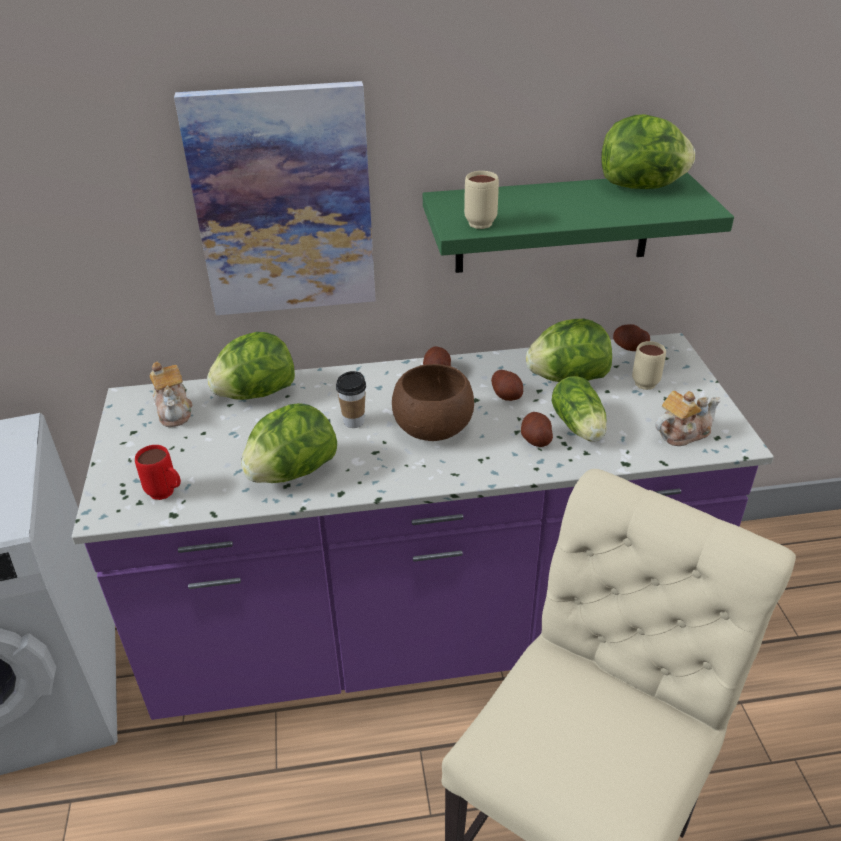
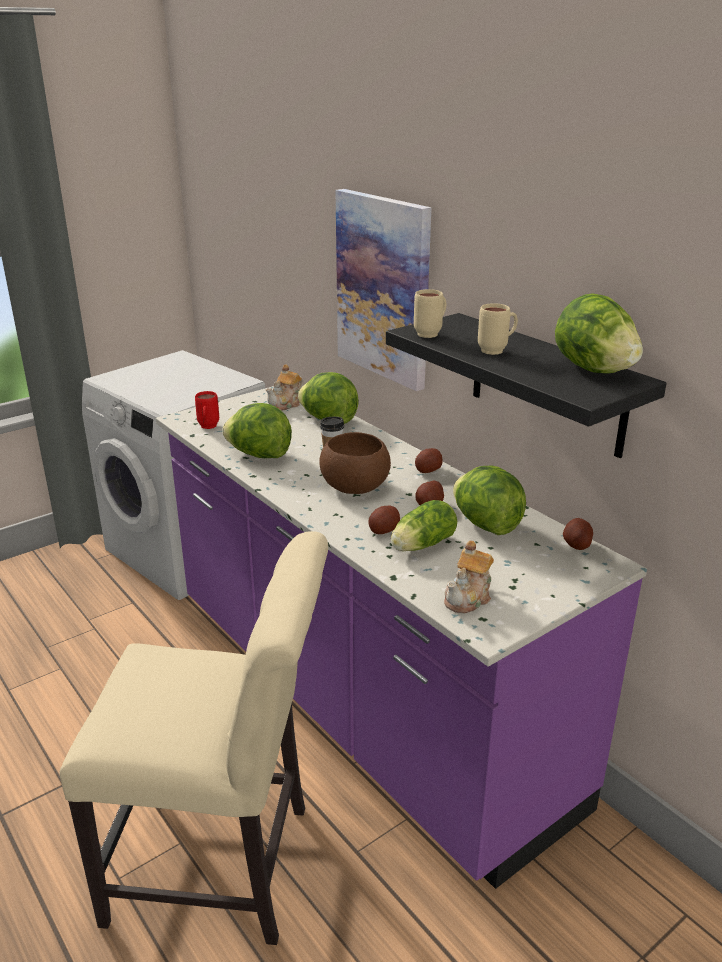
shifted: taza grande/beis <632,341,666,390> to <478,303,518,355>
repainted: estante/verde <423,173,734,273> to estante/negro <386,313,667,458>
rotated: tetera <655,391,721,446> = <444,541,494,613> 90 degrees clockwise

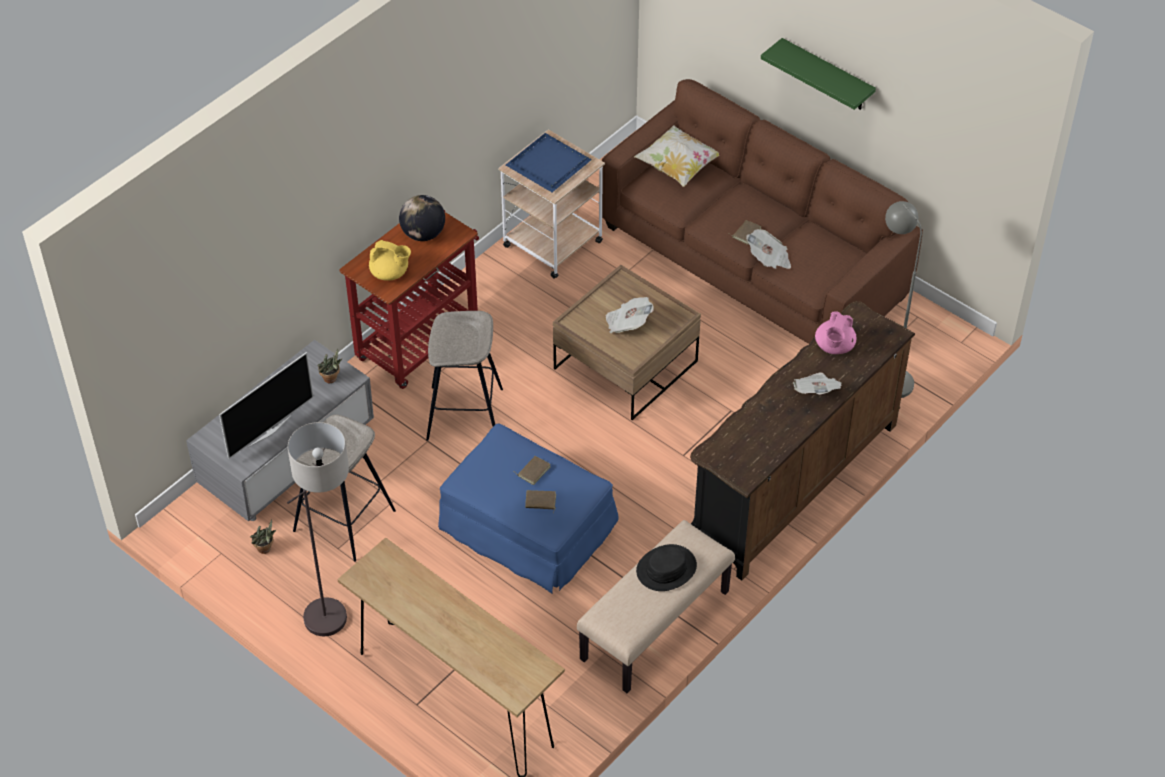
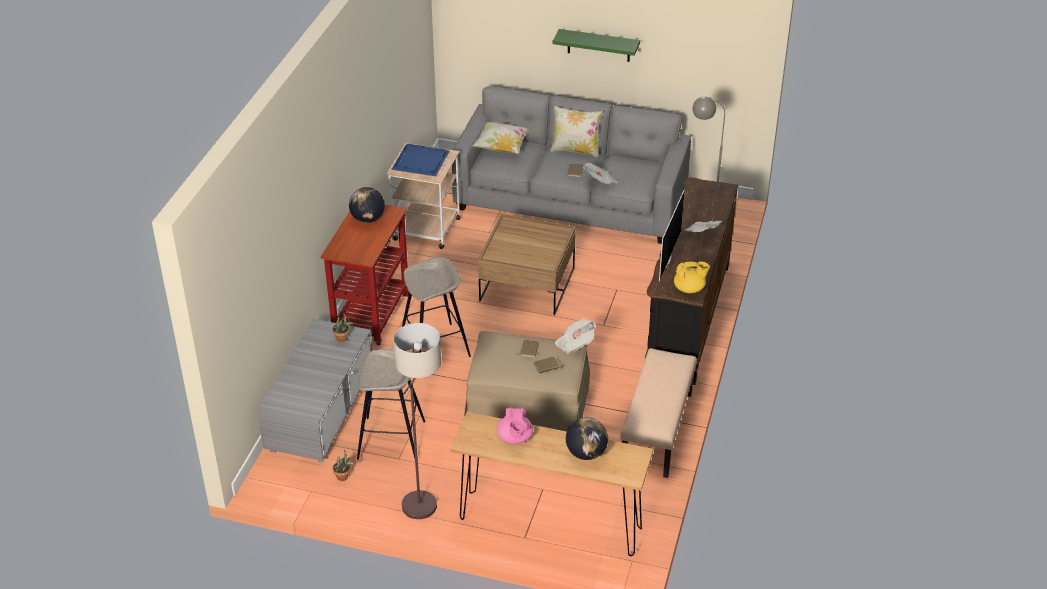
gone: sombrero/negro <636,544,697,591>
new: cojín <551,106,602,158>; globo terráqueo <566,417,608,460>
shifted: tetera/amarillo <369,240,411,281> to <674,262,710,293>; periódico <606,297,654,333> to <555,318,596,354>; tetera/rosa <815,311,856,354> to <497,407,533,444>; televisor <219,352,314,459> to <659,189,685,281>
repainted: sofá/marrón <602,79,923,344> to sofá/gris <452,86,691,244>; puf/azul <438,423,619,594> to puf/beis <464,331,590,432>

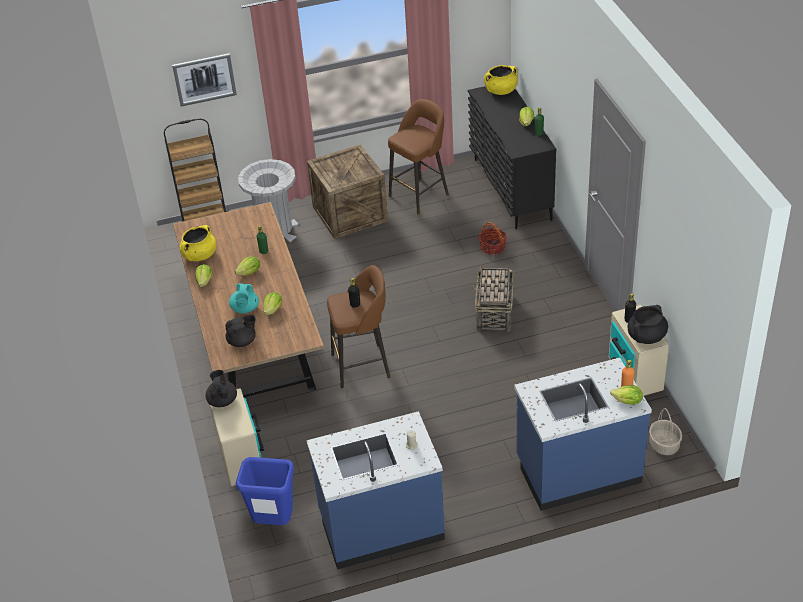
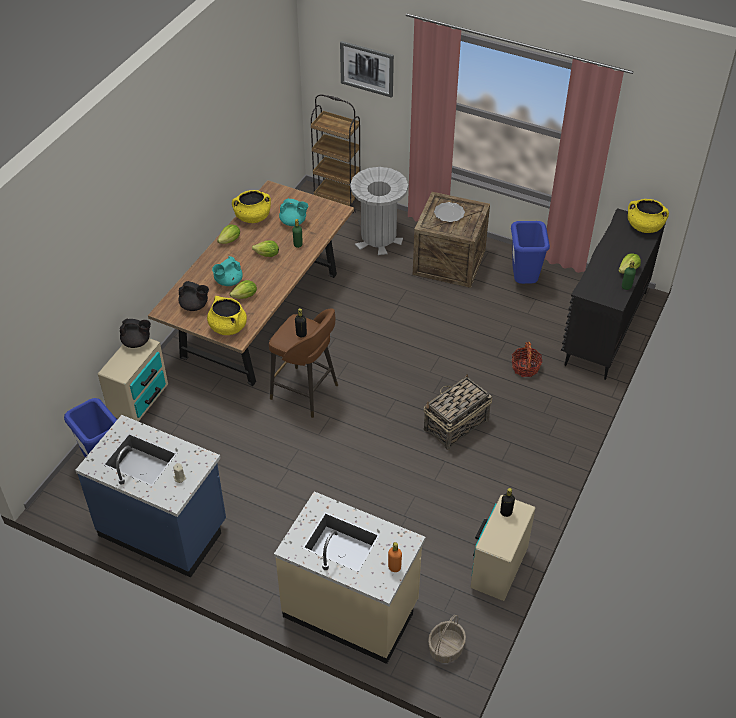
gone: olla/negro <628,305,668,344>; lechuga <610,385,643,405>
new: tetera/turquesa <279,198,308,226>; plato <434,202,465,222>; olla/amarillo <207,296,247,335>
swapped: taburete/marrón <388,99,449,214> to papelera/azul <511,221,550,284>
repainted: mueble bajo de cocina/azul <514,358,652,511> to mueble bajo de cocina/beis <274,491,426,664>
rotated: tetera/negro <206,370,237,407> = <120,318,151,348> 60 degrees clockwise

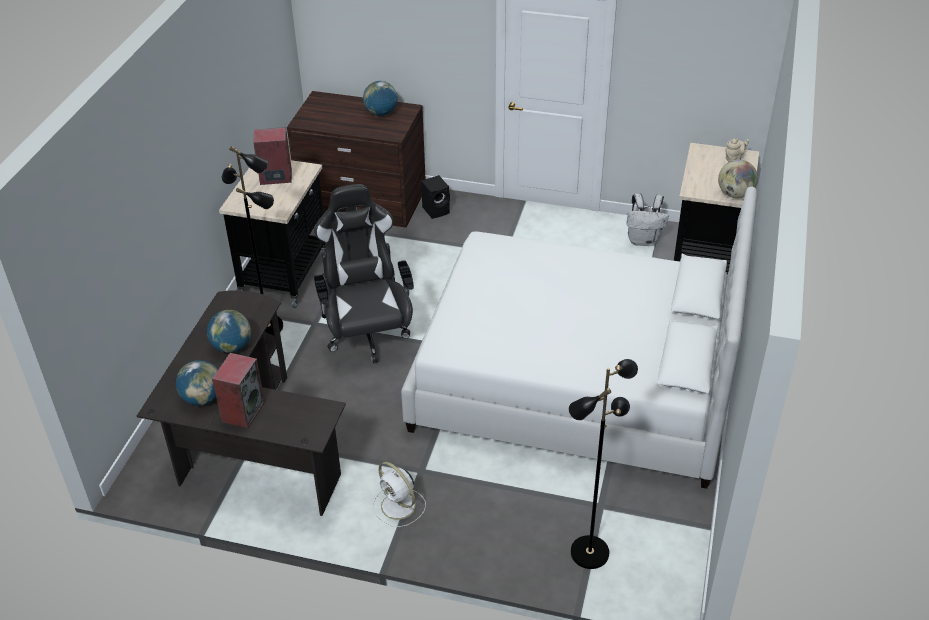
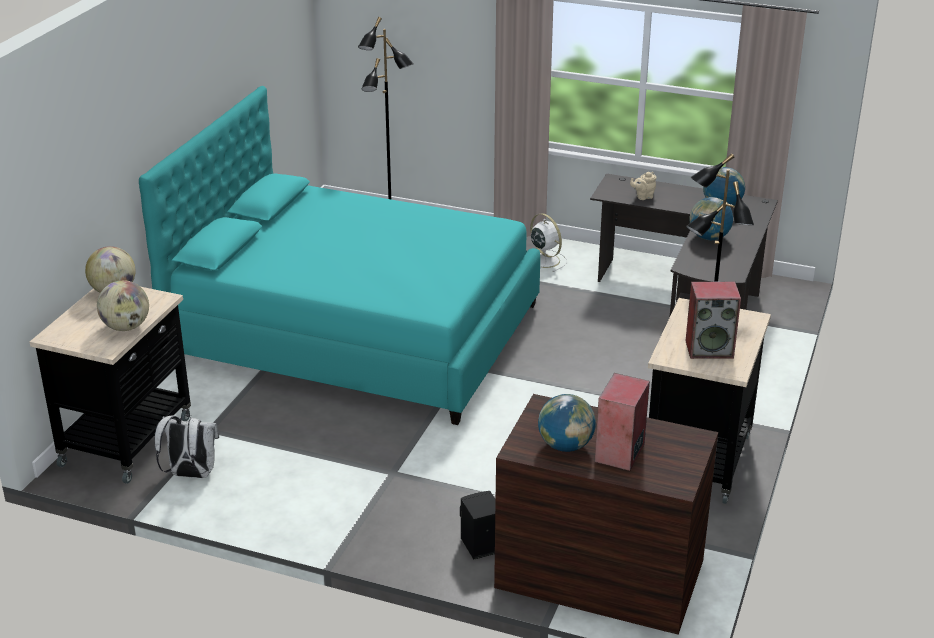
gone: silla de oficina/negro <314,184,414,363>
new: globo terráqueo <97,280,149,331>
shifted: tetera/beis <725,139,749,162> to <630,172,657,200>; altavoz <212,353,265,428> to <595,373,650,471>
repainted: cama/blanco <401,186,757,489> to cama/turquesa <139,86,540,425>

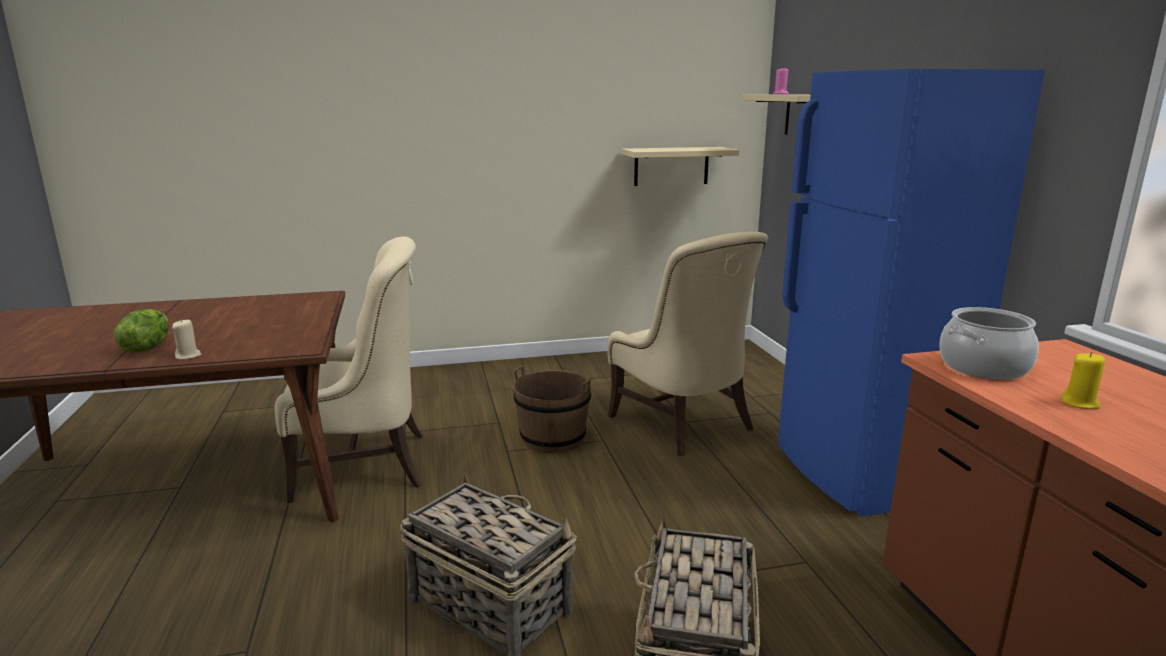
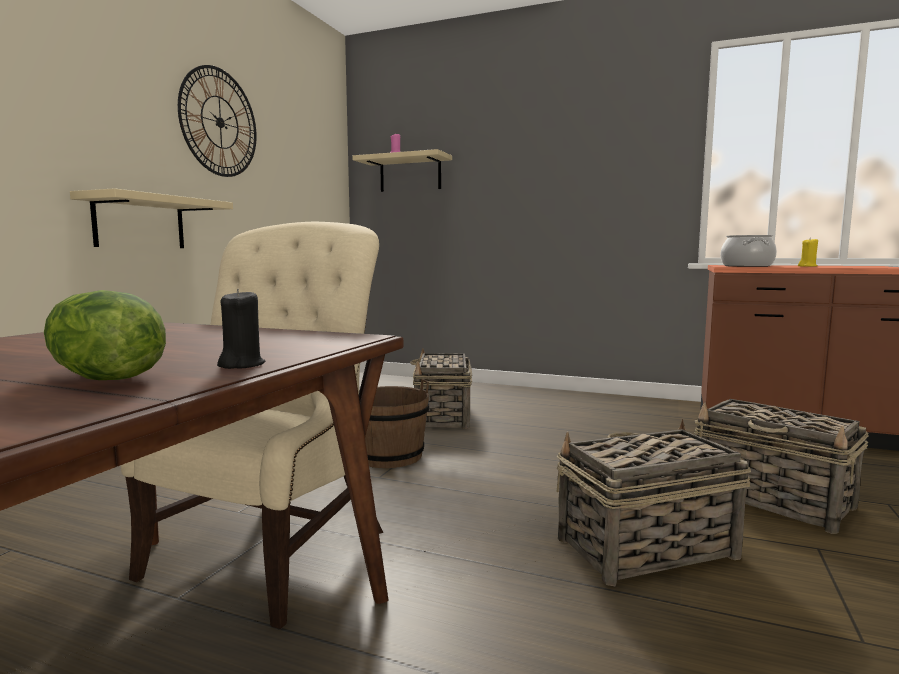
gone: nevera/azul <778,69,1045,516>
new: reloj de pared <178,65,257,177>
shifted: estante/beis <622,147,739,186> to <70,188,233,248>
swapped: silla/beis <607,232,768,456> to cesta <410,348,472,429>
repainted: vela/beis <172,319,201,360> to vela/negro <217,289,265,369>

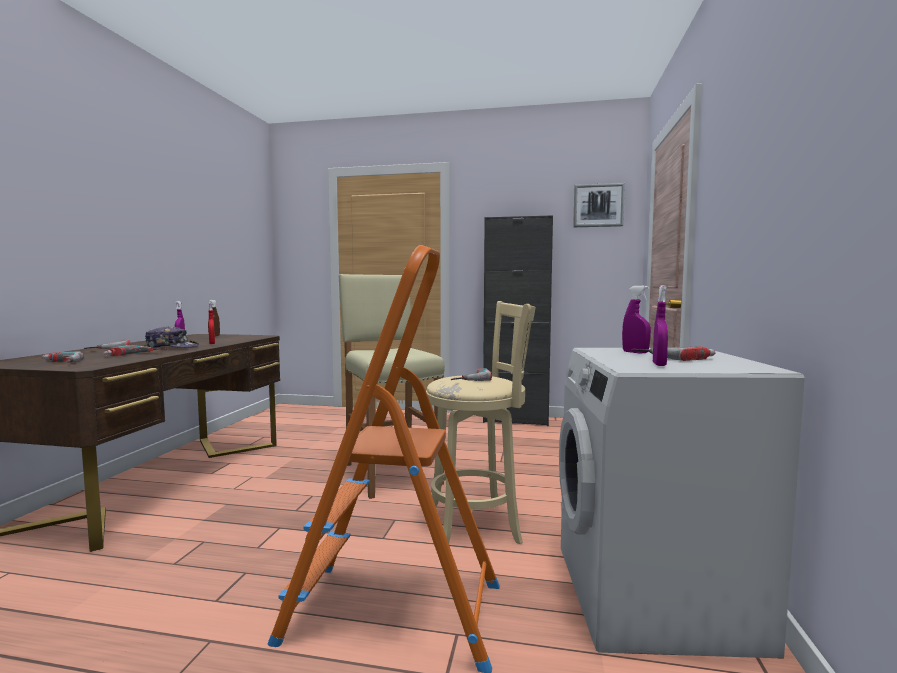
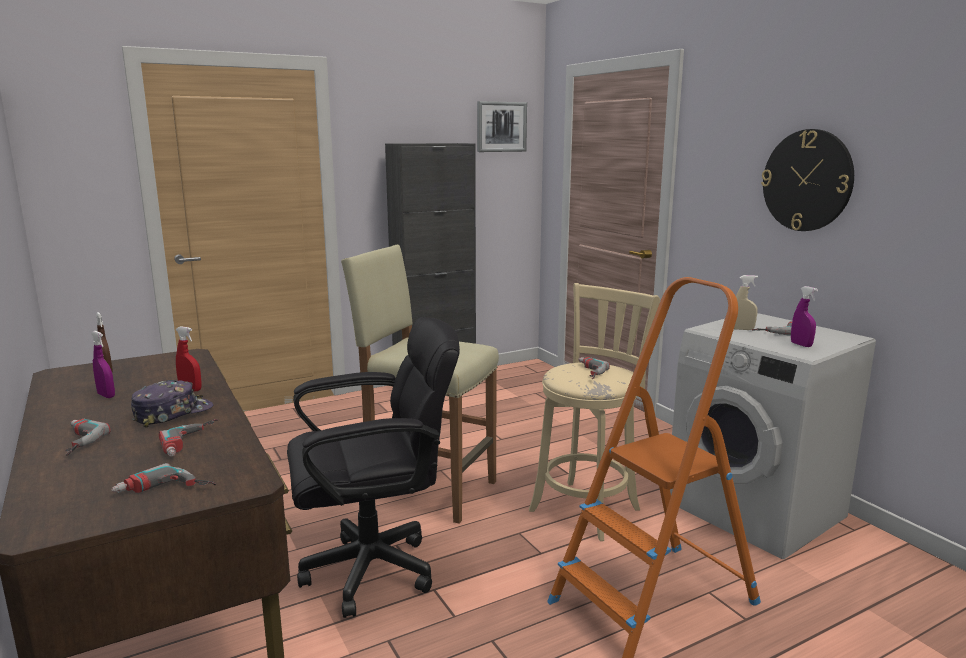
new: reloj de pared <761,129,854,231>; silla de oficina/negro <287,317,460,618>
repainted: pulverizador/morado <622,286,651,354> to pulverizador/beis <734,275,758,330>

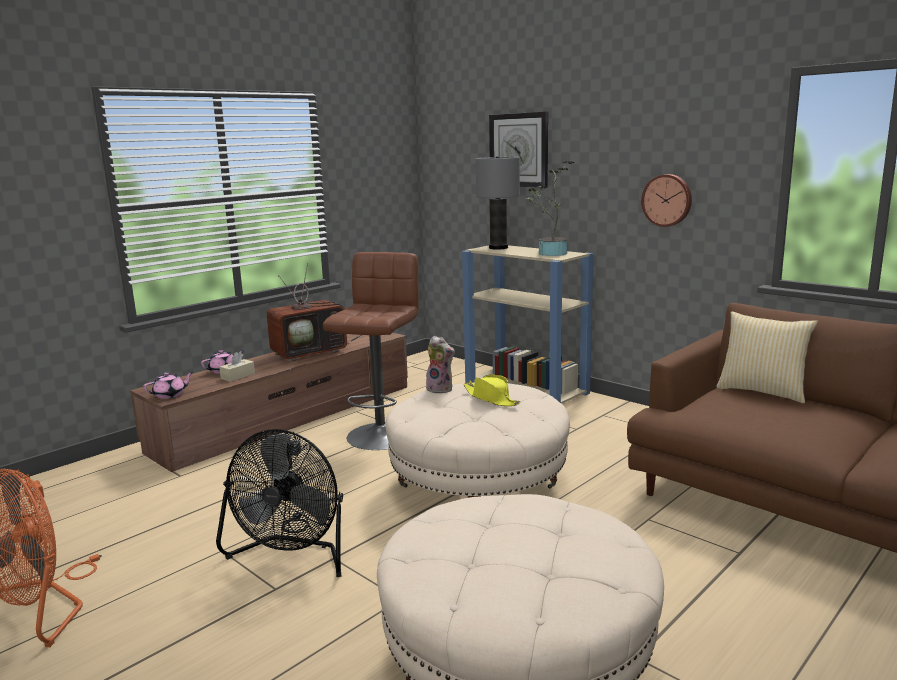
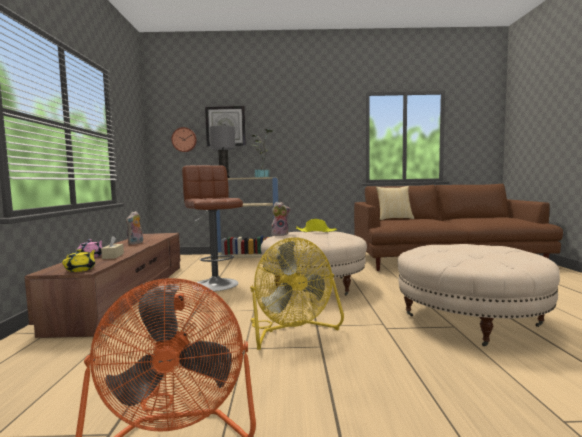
shifted: reloj de pared <641,174,692,227> to <171,127,197,152>
swapped: televisor <266,263,350,361> to peluche <126,211,143,245>
repainted: tetera/rosa <143,372,194,399> to tetera/amarillo <62,249,96,272>; ventilador/negro <216,429,343,577> to ventilador/amarillo <250,237,344,350>

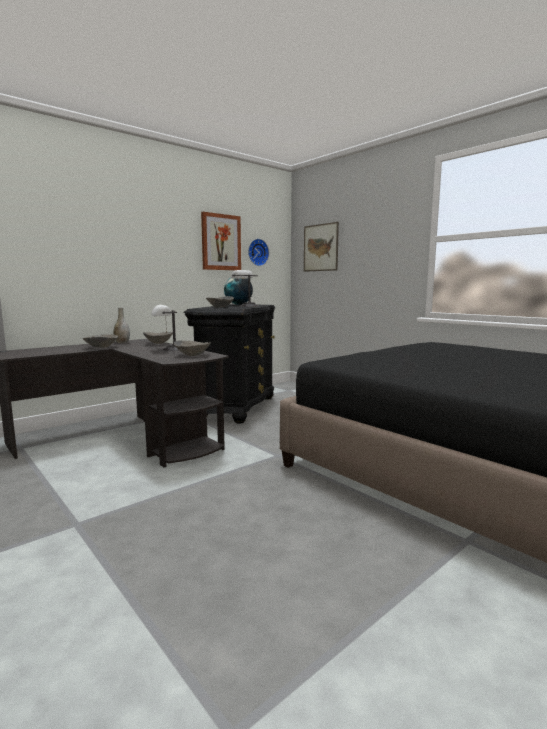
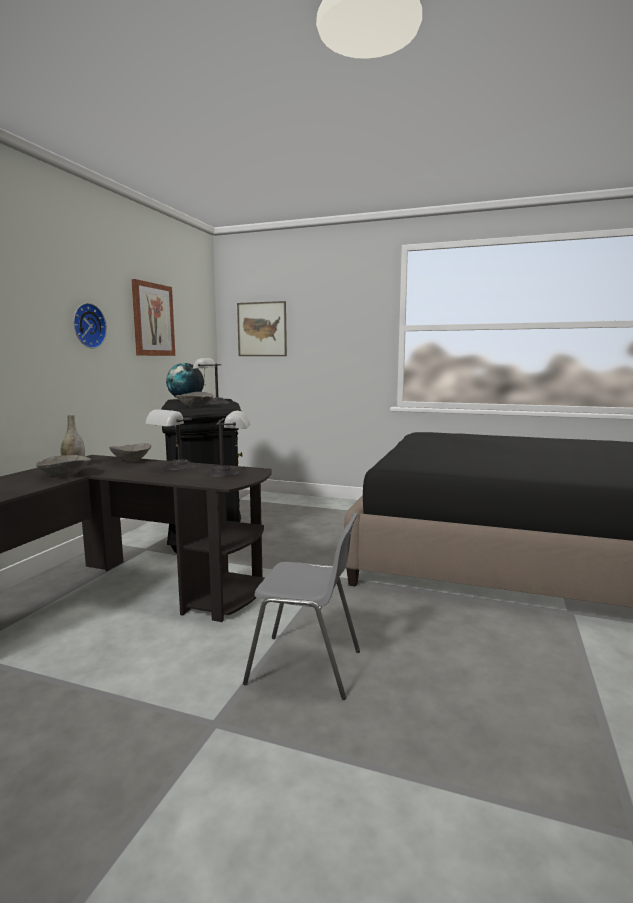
new: silla/gris <243,513,360,700>
shifted: reloj de pared <248,239,269,266> to <73,303,107,348>
swapped: cuenco/gris <174,340,211,356> to lámpara de mesa <206,411,250,477>

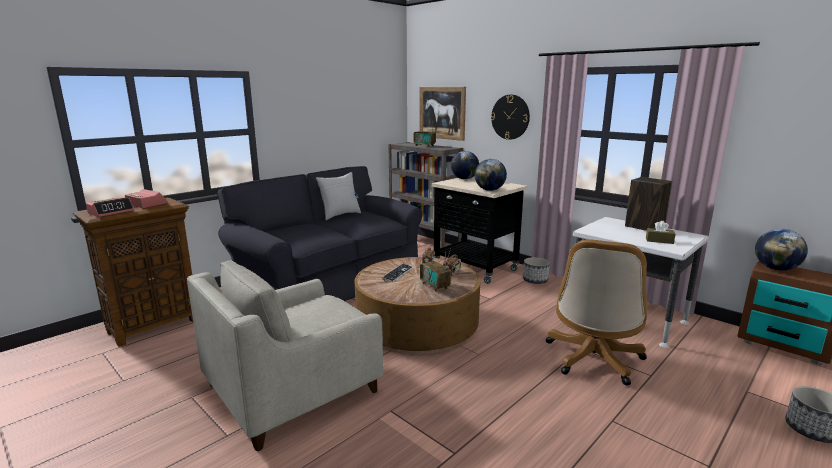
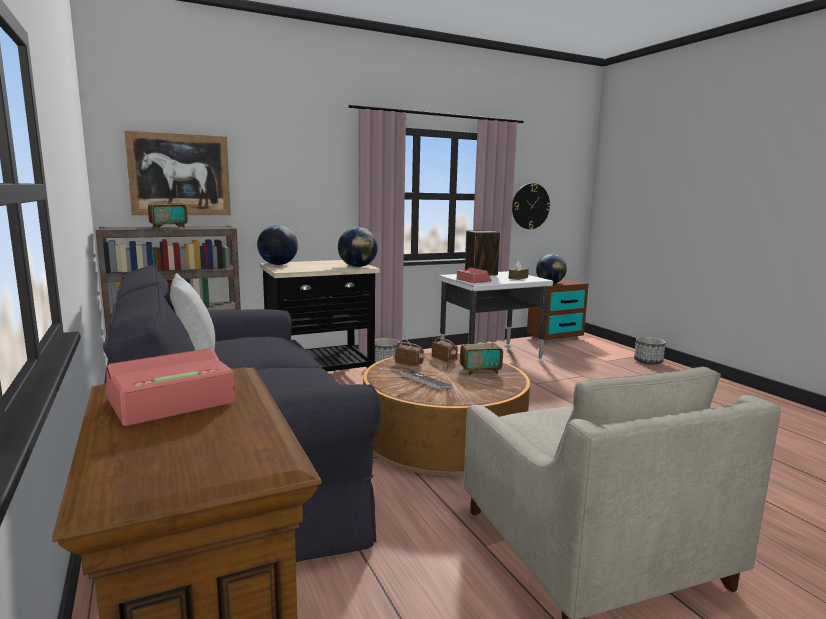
gone: silla de oficina <546,239,647,386>
shifted: reloj de pared <491,95,530,140> to <512,183,551,229>; despertador <86,197,134,217> to <457,267,491,283>

